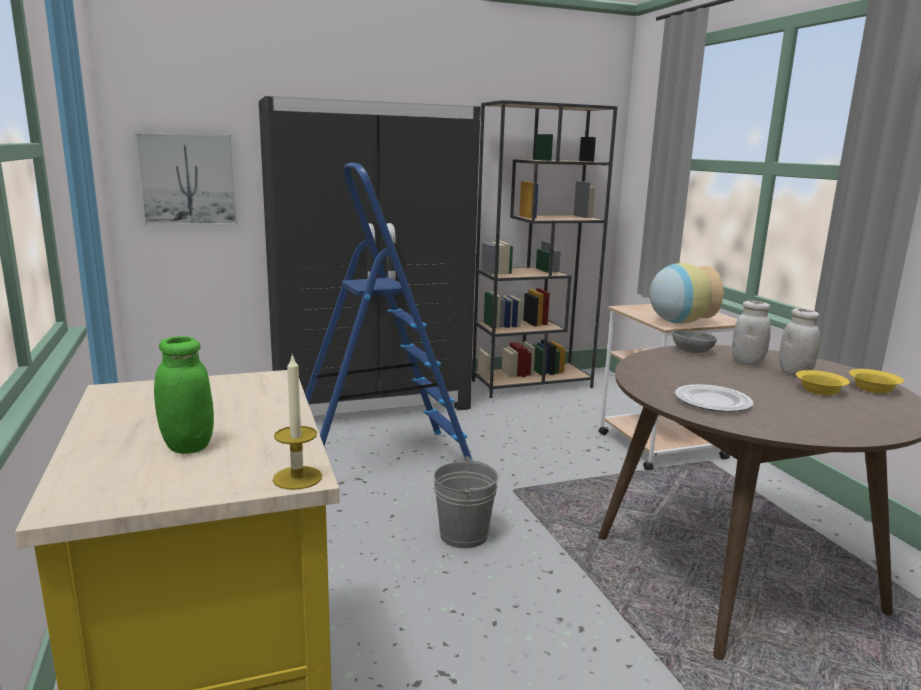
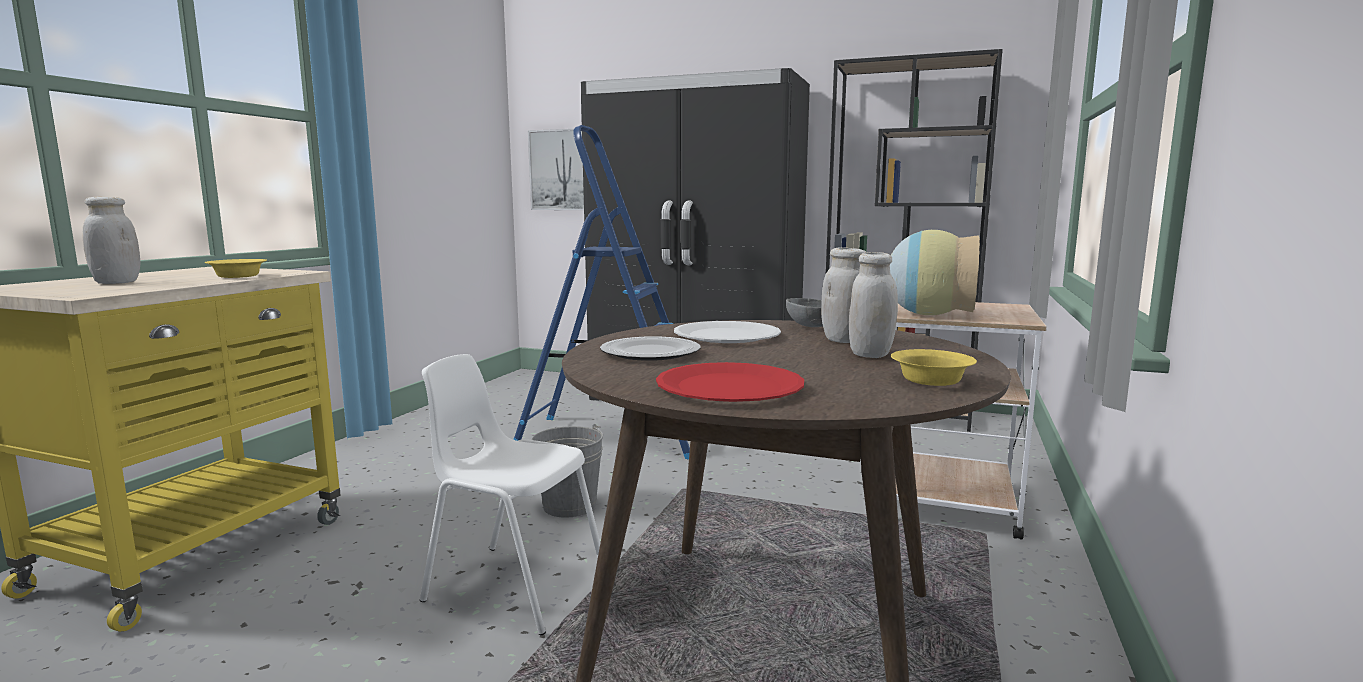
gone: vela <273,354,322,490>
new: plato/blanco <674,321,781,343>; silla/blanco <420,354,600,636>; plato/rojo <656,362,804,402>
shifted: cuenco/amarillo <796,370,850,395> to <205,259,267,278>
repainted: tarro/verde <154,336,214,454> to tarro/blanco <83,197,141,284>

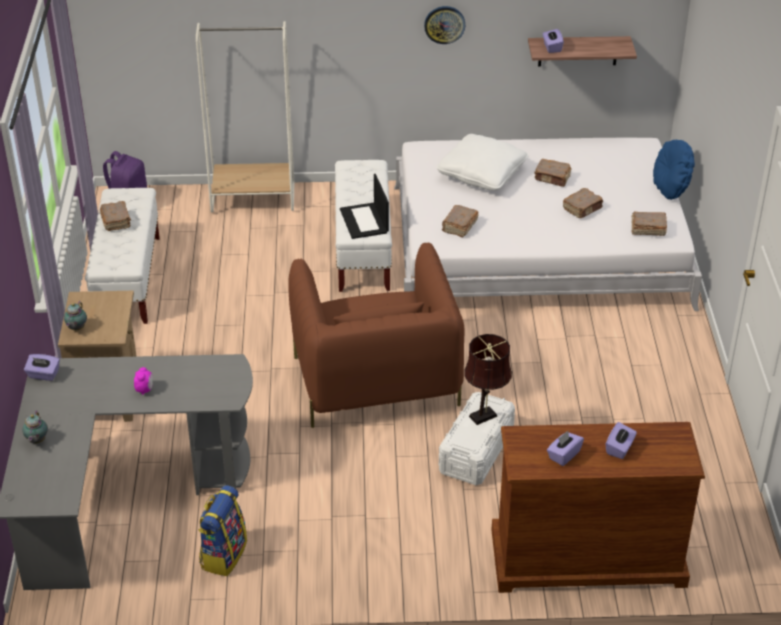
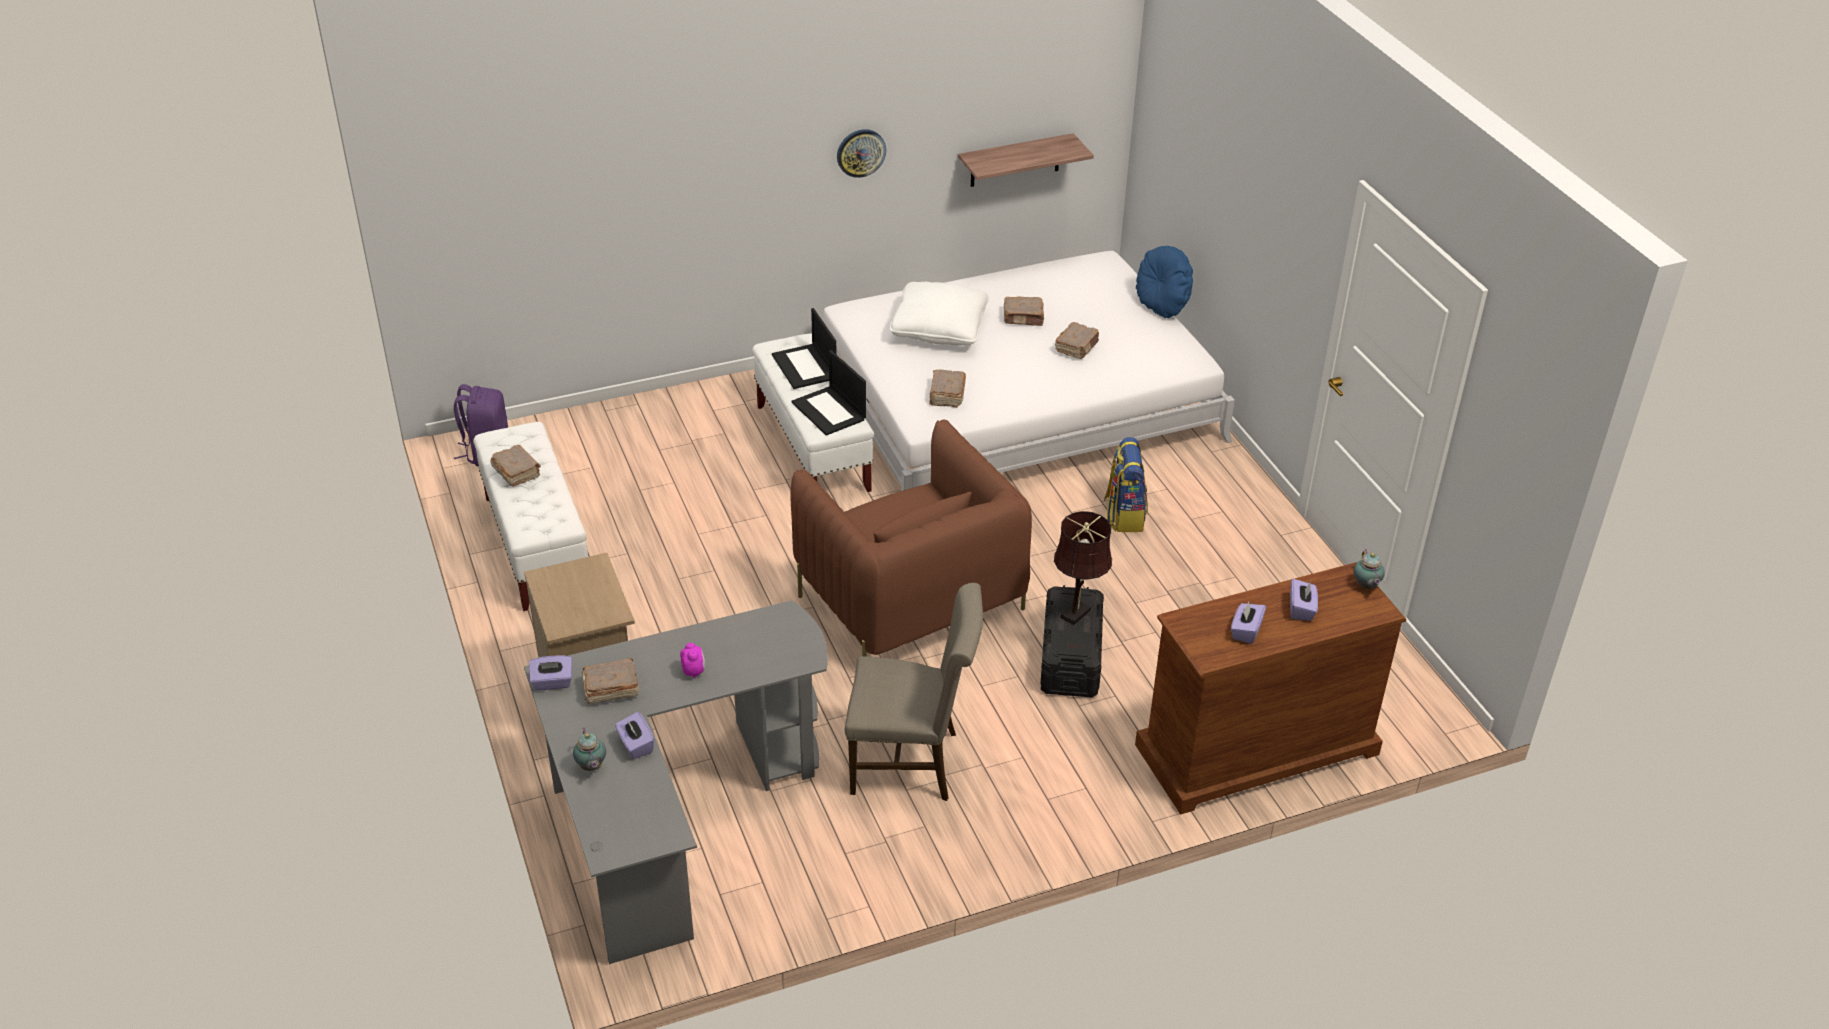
gone: perchero <196,21,294,212>
new: portátil <772,308,837,389>; silla/beis <845,583,983,801>
shifted: caja de pañuelos/morado <542,28,564,53> to <615,712,655,759>; libro/marrón <631,211,667,236> to <582,658,639,704>; tetera <64,301,87,330> to <1354,549,1385,589>; mochila <198,485,247,576> to <1104,437,1148,532>
repainted: caja de almacenaje/blanco <439,392,515,485> to caja de almacenaje/negro <1040,585,1104,697>

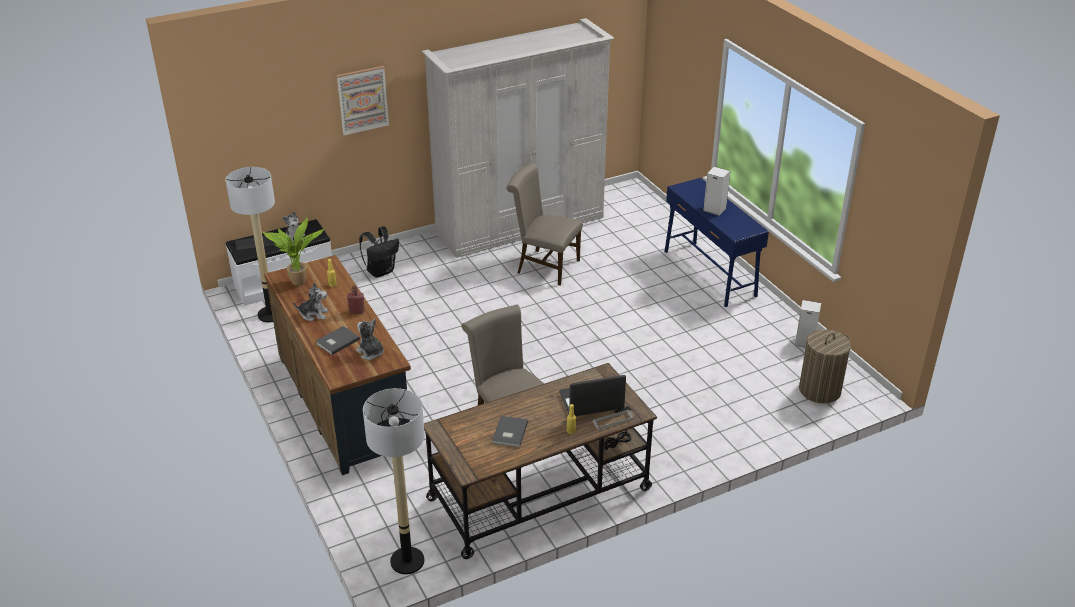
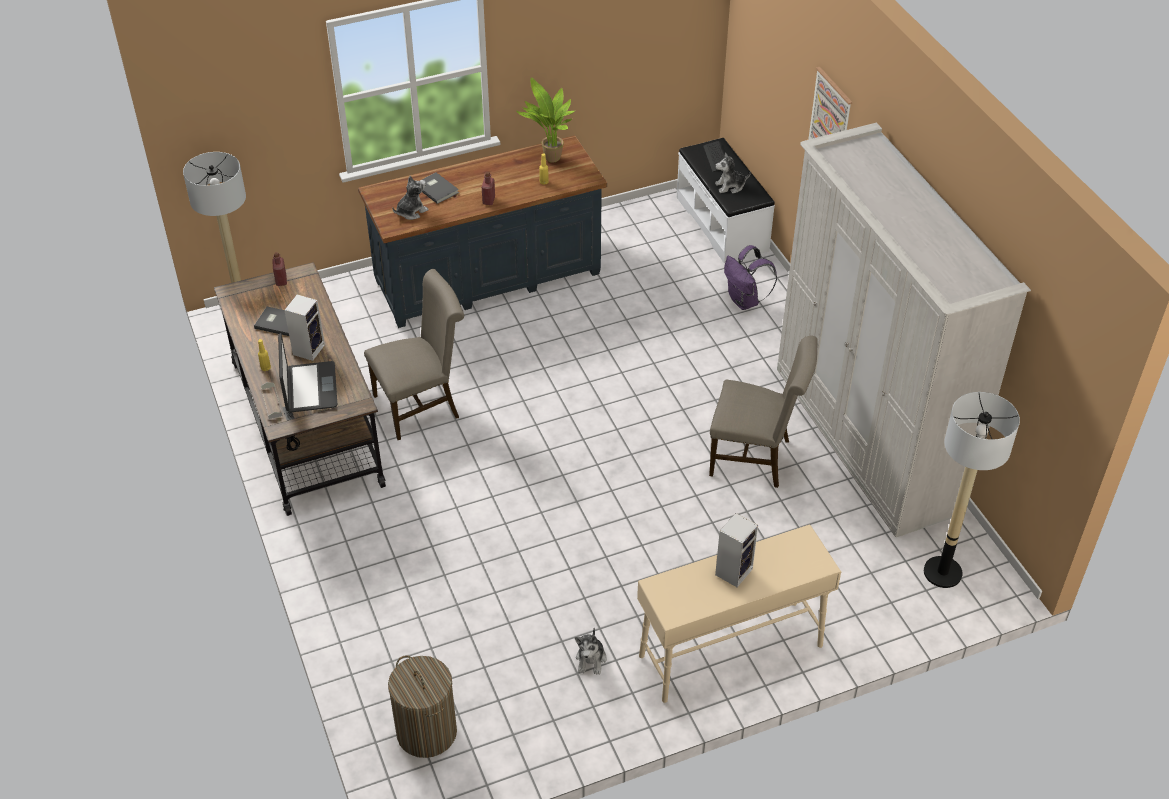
new: botella/rojo <272,252,287,286>
shifted: lámpara de pie <225,167,275,323> to <924,392,1020,588>; peluche <293,283,328,321> to <575,628,607,675>; altavoz <795,300,821,347> to <284,294,325,361>
repainted: mesa consola/azul <664,178,769,307> to mesa consola/beis <637,525,841,703>; mochila/negro <359,226,399,277> to mochila/morado <724,245,777,310>
rotated: silla/beis <506,162,583,286> = <709,336,818,488> 75 degrees clockwise

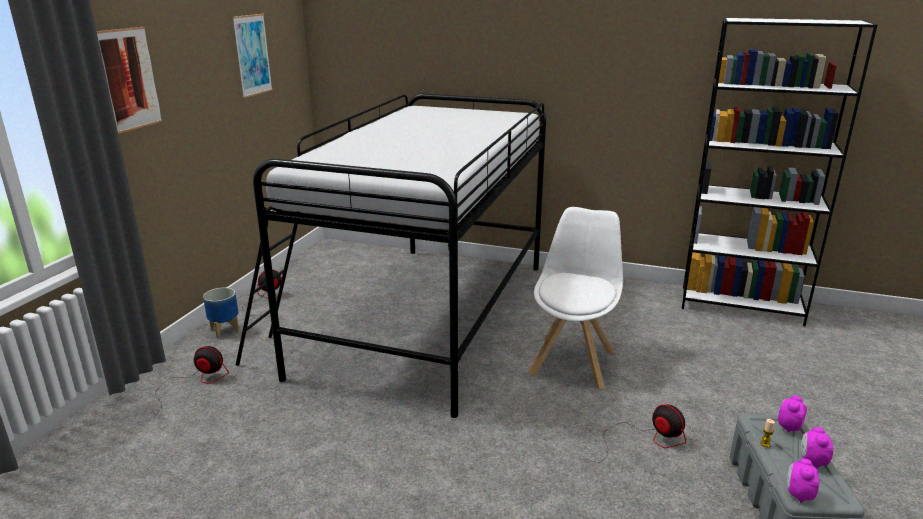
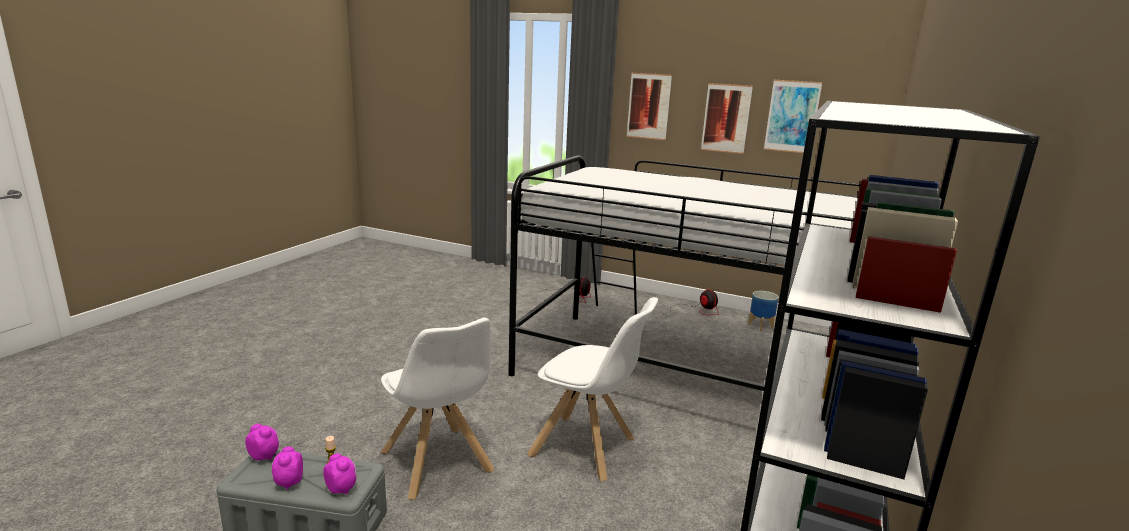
new: cuadro <701,83,753,154>
shifted: maceta <203,288,240,338> to <748,291,779,331>
swapped: ventilador <600,404,686,462> to silla/blanco <381,318,494,500>
rotated: despertador <801,427,833,469> = <272,446,303,490> 120 degrees counterclockwise

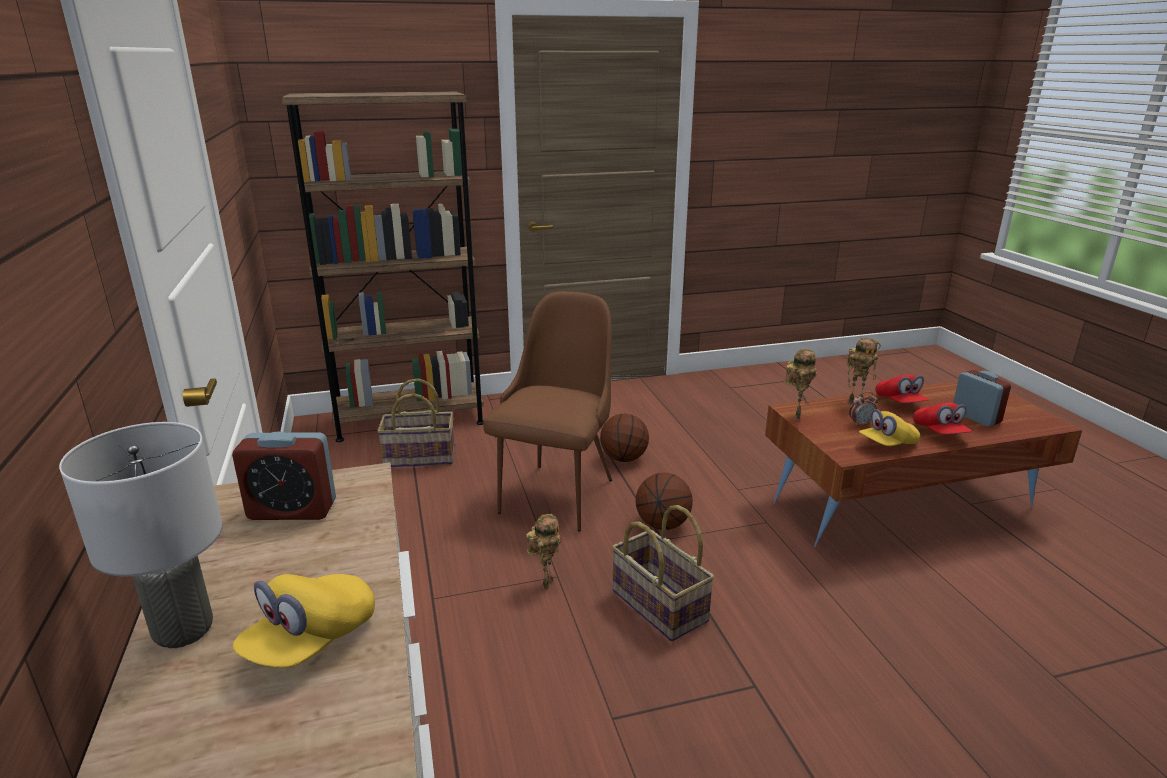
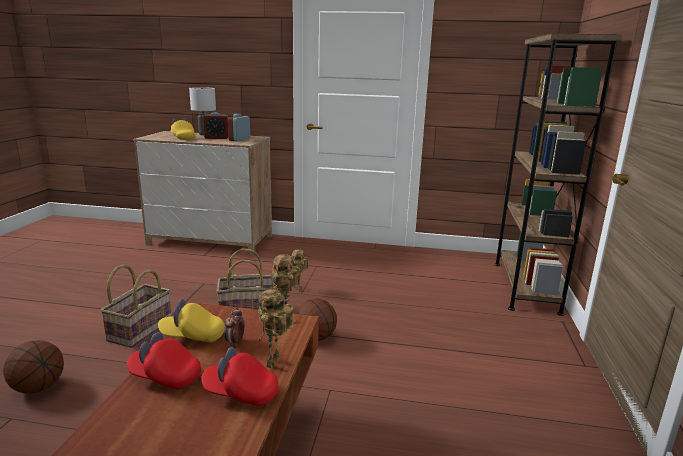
gone: silla/marrón <483,291,612,532>
shifted: despertador <953,370,1011,427> to <203,112,228,139>; cesta <377,378,455,467> to <100,264,172,348>; balón de baloncesto <600,414,649,462> to <3,340,64,394>
rotated: gorra/amarillo <859,409,920,446> = <158,299,225,342> 90 degrees counterclockwise

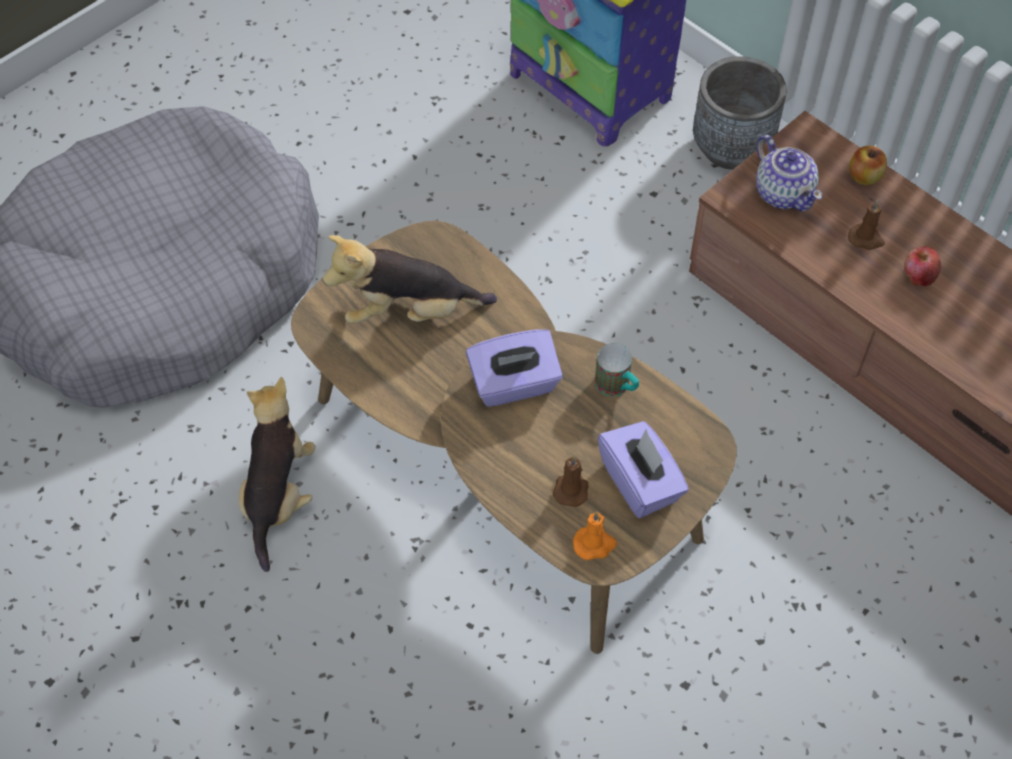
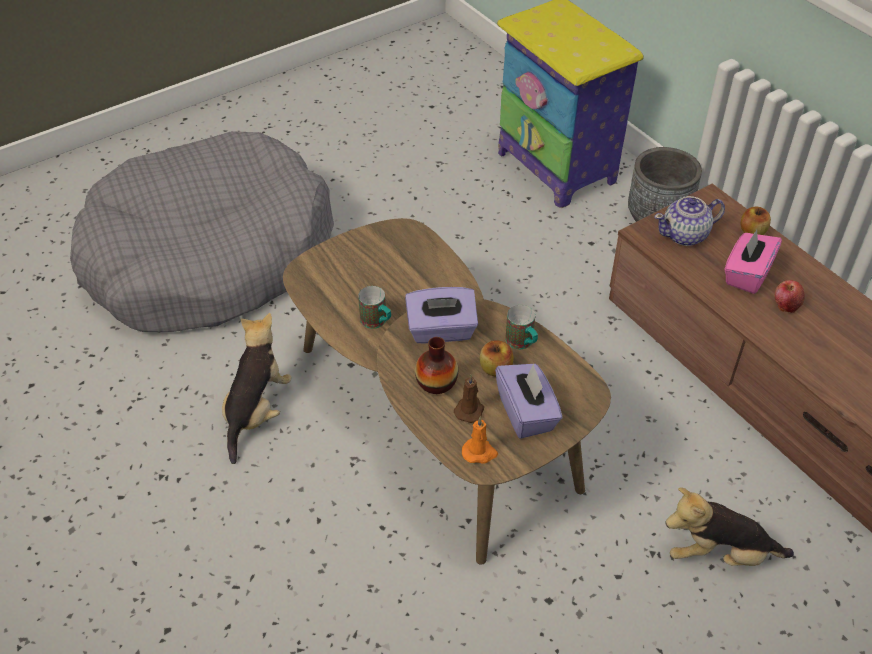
new: taza grande <358,286,391,329>; florero <415,337,458,394>; manzana <480,340,514,377>
shifted: peluche <323,235,497,324> to <666,487,794,566>
swapped: vela/marrón <848,200,885,250> to caja de pañuelos/rosa <724,229,782,294>
rotated: tetera <756,135,823,211> = <654,196,725,246> 90 degrees clockwise

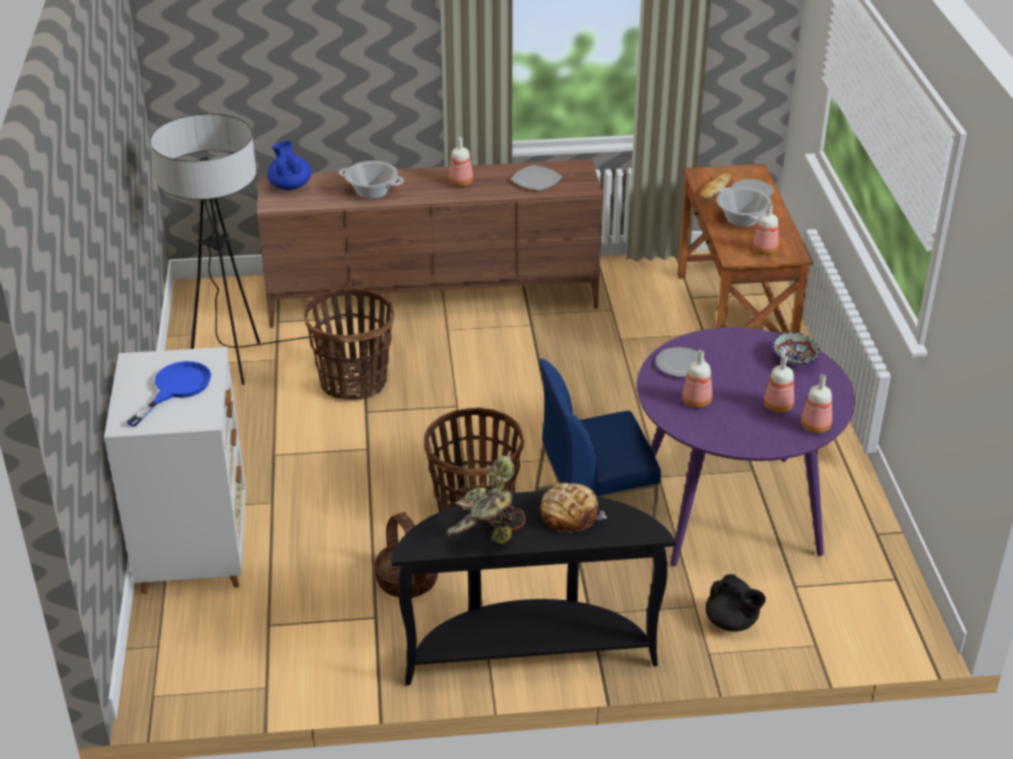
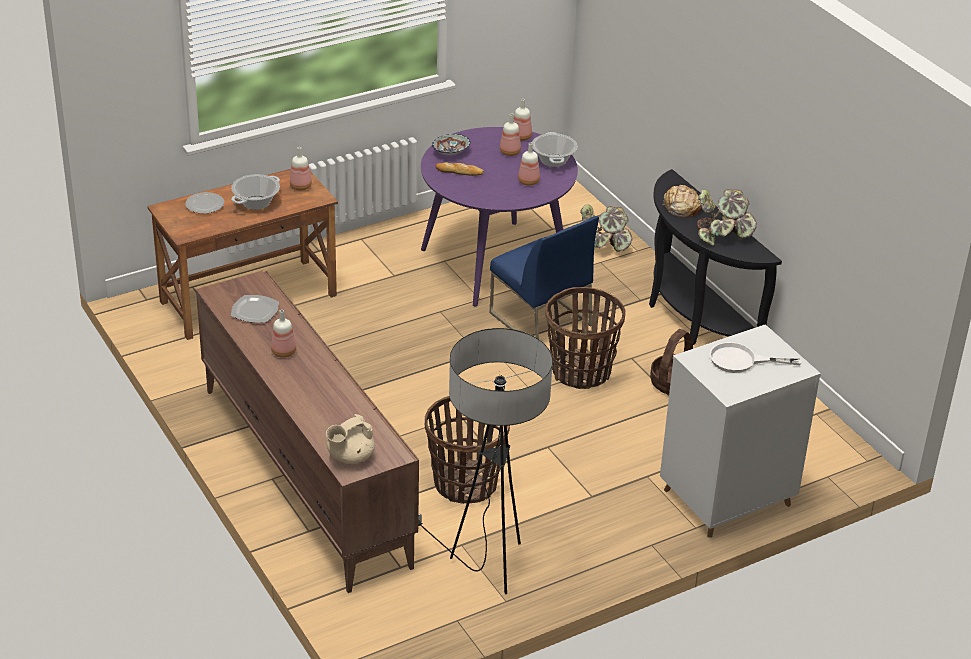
gone: plato <656,347,706,377>
shifted: olla <339,161,404,199> to <532,132,578,167>; pan <700,173,731,200> to <435,162,484,176>
swapped: tetera/negro <706,574,766,631> to planta en maceta <580,205,632,252>
repainted: tetera/azul <267,141,312,190> to tetera/beis <326,414,375,464>; sartén/azul <127,361,211,427> to sartén/blanco <710,342,802,373>

